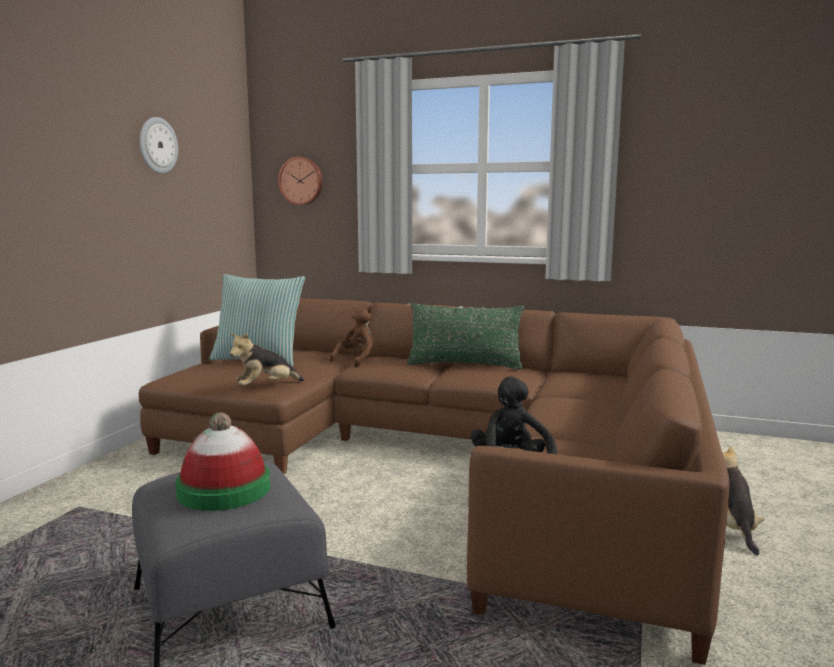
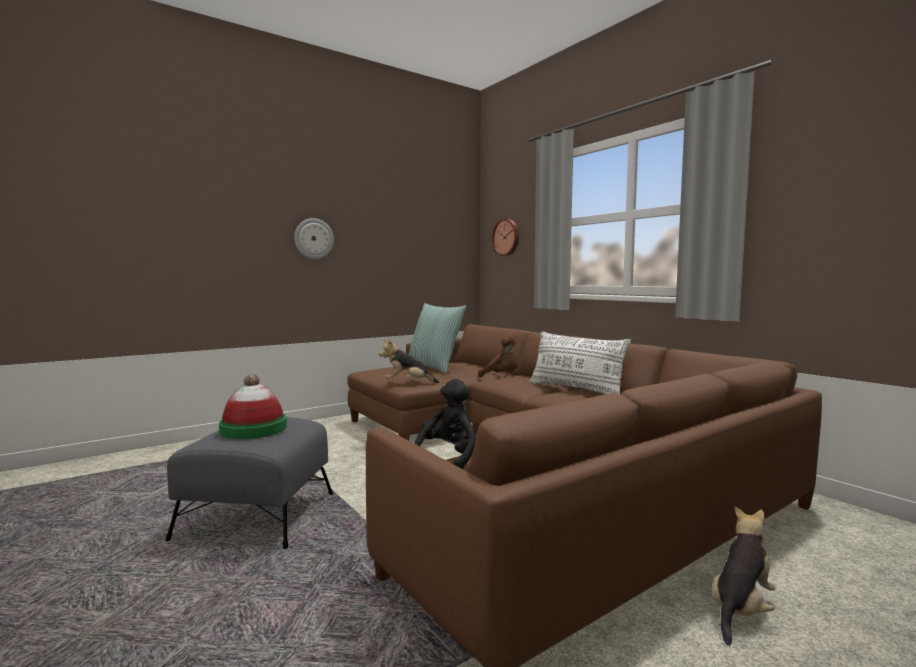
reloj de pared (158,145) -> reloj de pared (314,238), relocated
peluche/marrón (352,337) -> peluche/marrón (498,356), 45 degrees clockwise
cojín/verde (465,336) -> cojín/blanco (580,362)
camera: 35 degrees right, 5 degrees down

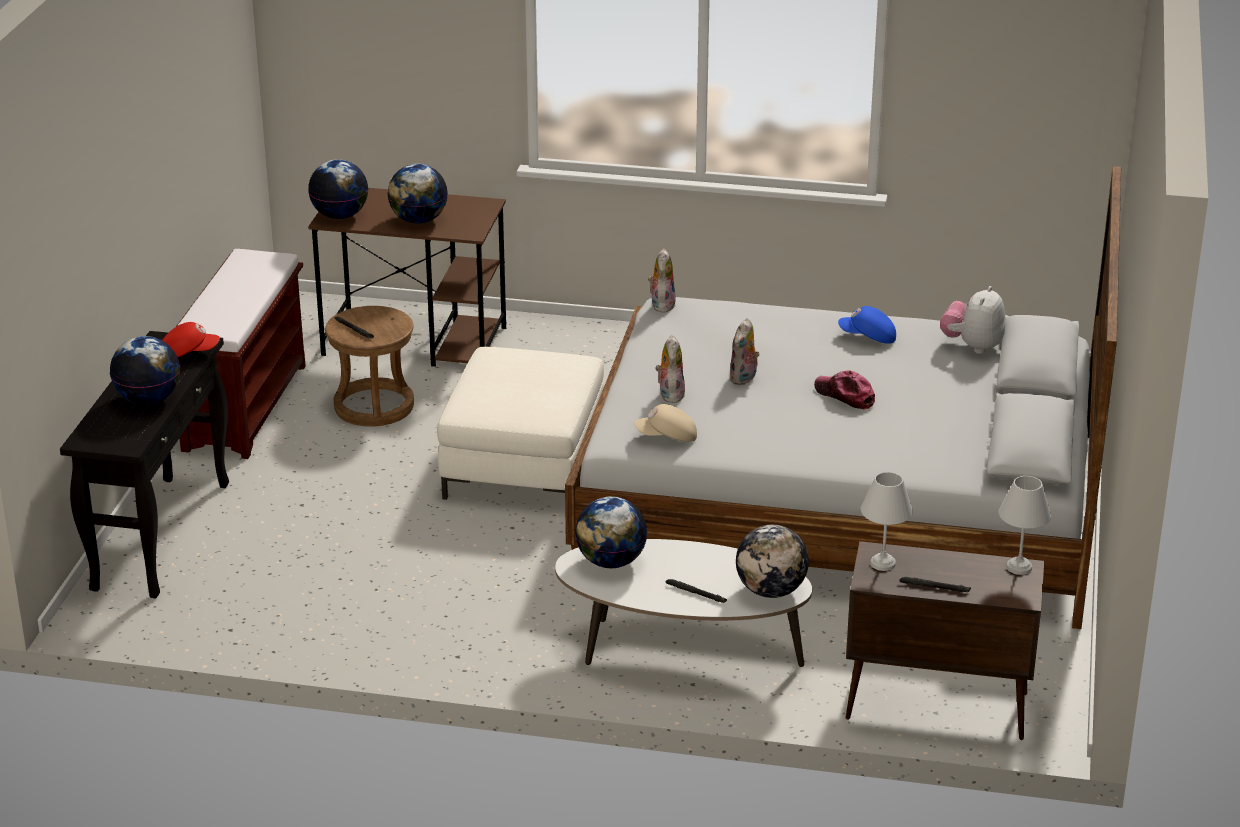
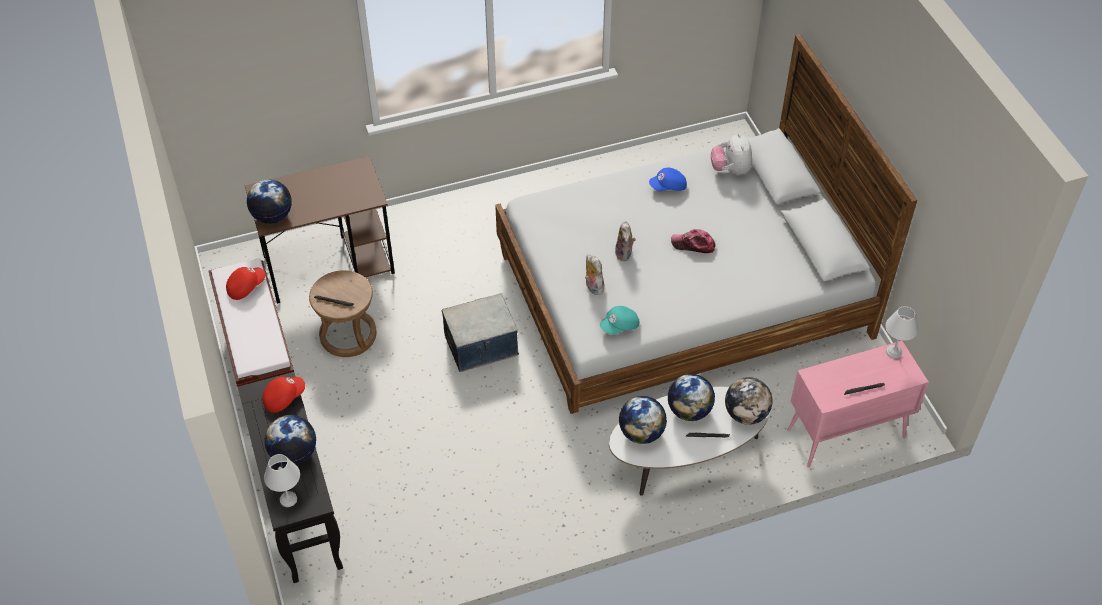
globo terráqueo (417,194) -> globo terráqueo (691,397), relocated
puf/blanco (520,423) -> caja de almacenaje (480,332)
gorra/beis (665,423) -> gorra/turquesa (619,320)
peluche (662,280) -> none
armario/marrón (945,640) -> armario/rosa (858,404)
lámpara de mesa/blanco (887,521) -> lámpara de mesa/blanco (282,480), relocated
none -> gorra/rojo (245,283)
camera: 30 degrees left, 20 degrees up

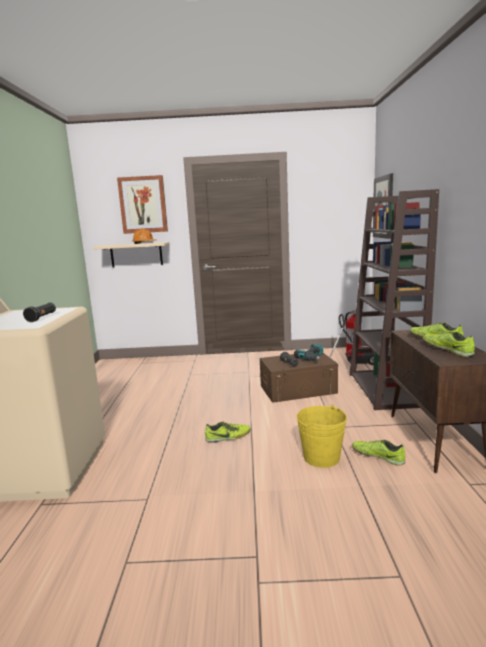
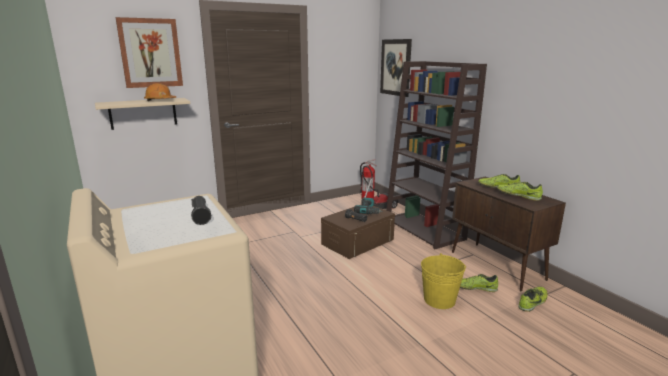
zapato (228,431) -> zapato (533,299), relocated
camera: 30 degrees left, 5 degrees up

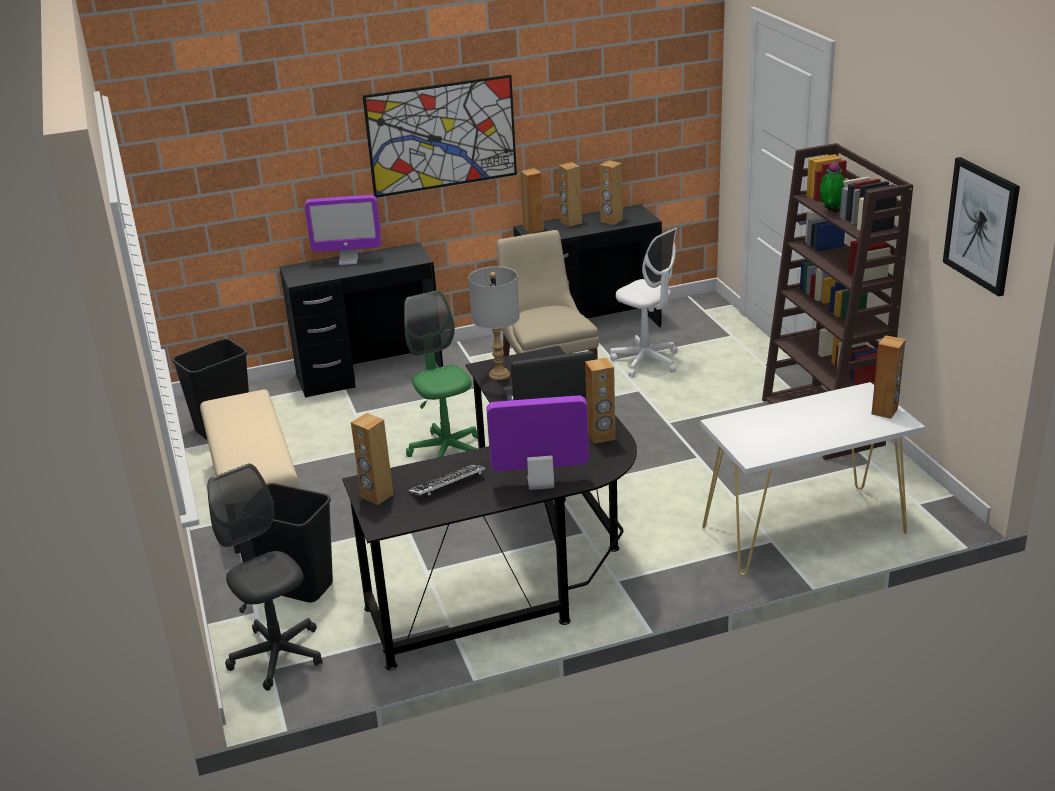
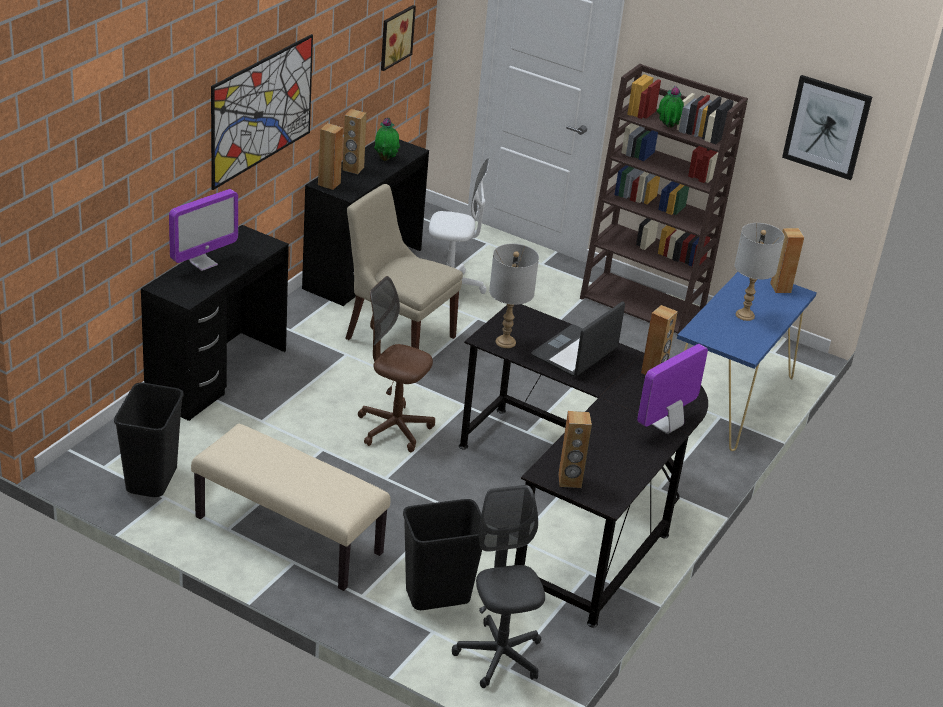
silla de oficina/gris (265,577) -> silla de oficina/gris (498,586), 60 degrees clockwise
silla de oficina/verde (441,373) -> silla de oficina/marrón (396,364)
teclado (447,480) -> none
altavoz/marrón (611,192) -> planta en maceta (387,139)
mesa consola/blanco (812,479) -> mesa consola/azul (747,361)
none -> cuadro (398,38)
none -> lámpara de mesa/gris (760,272)
camera: 45 degrees left, 5 degrees up

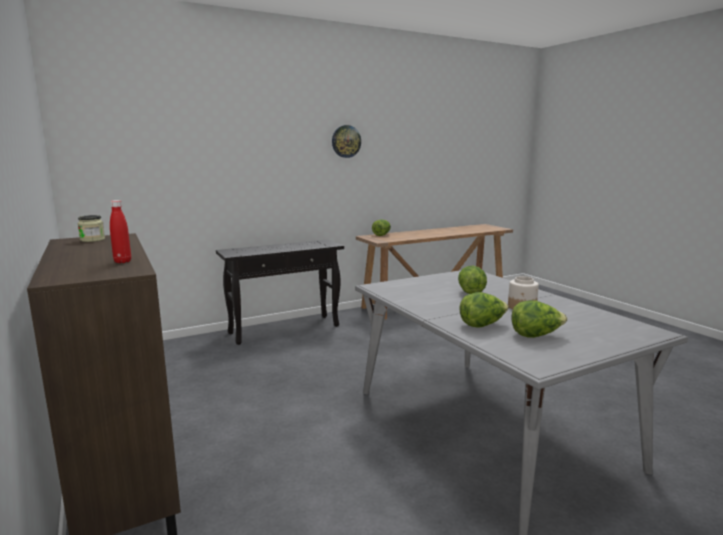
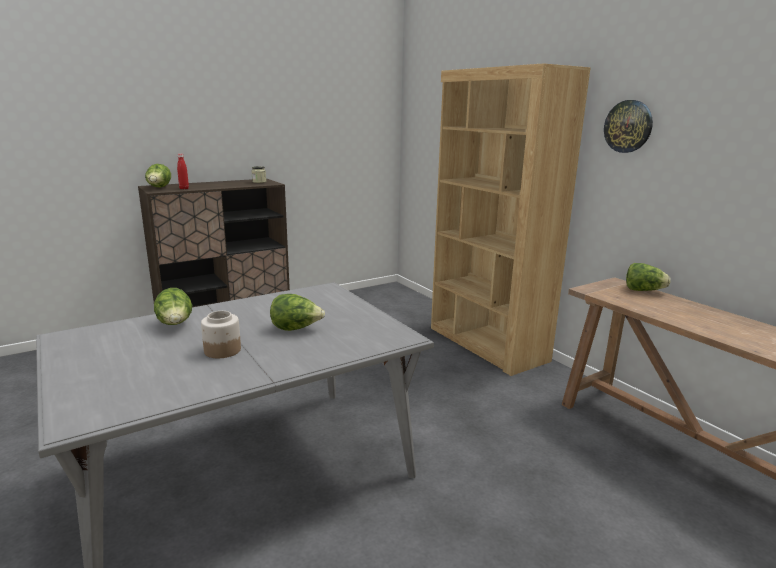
mesa consola/negro (280,292) -> estantería/marrón (511,219)
lechuga (539,319) -> lechuga (158,176), relocated
camera: 85 degrees right, 5 degrees up

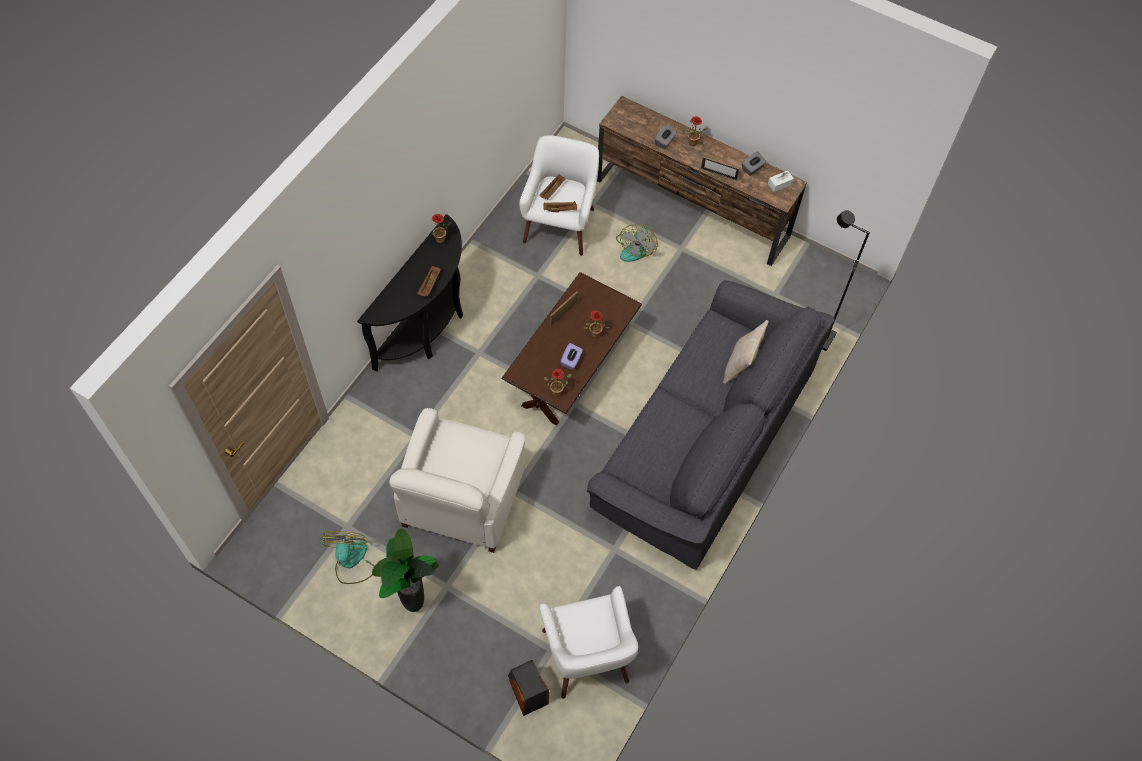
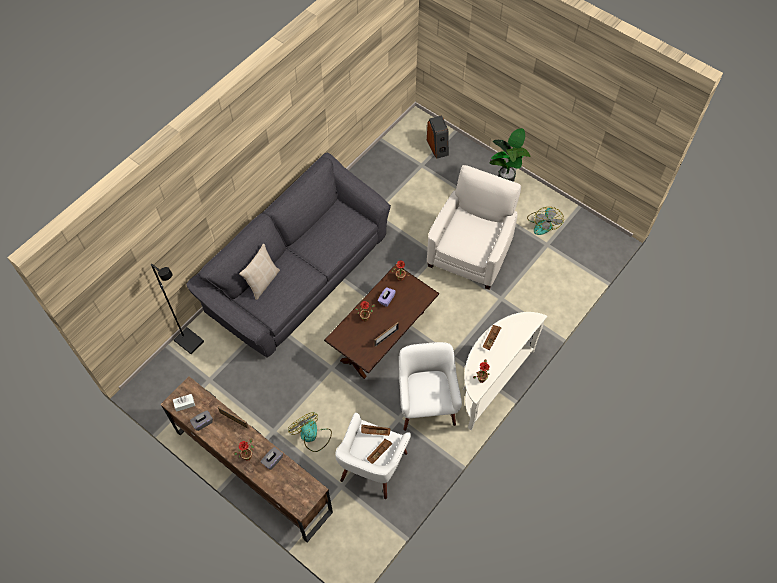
mesa consola/negro (410,293) -> mesa consola/blanco (505,371)
sillón/blanco (588,642) -> sillón/blanco (430,386), relocated
ventilador (637,243) -> ventilador (310,432), 60 degrees counterclockwise
camera: 170 degrees left, 0 degrees up

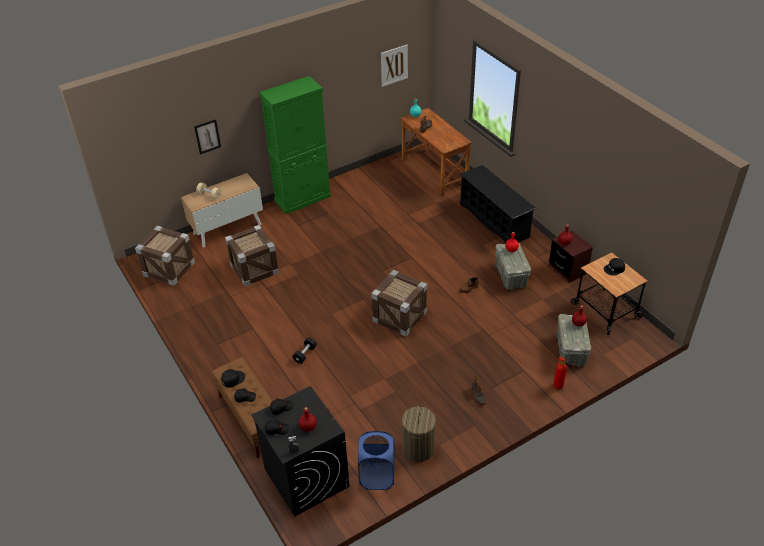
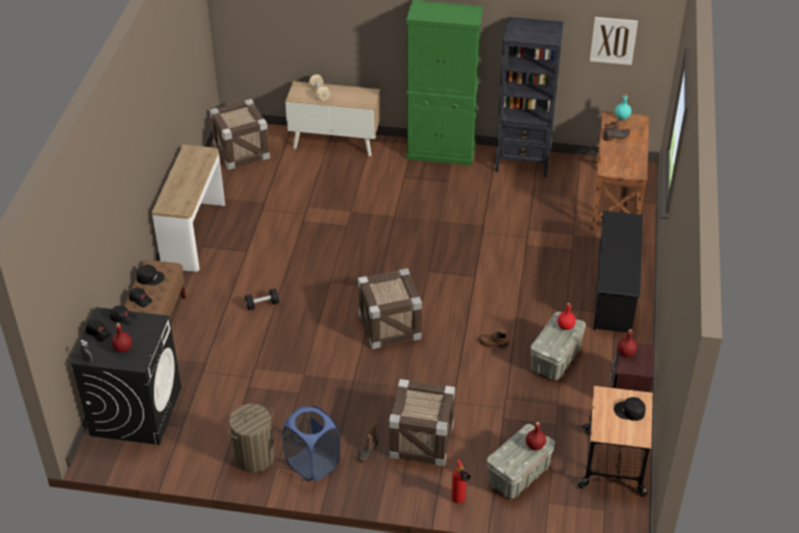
cuadro (207,136) -> none
caja de embalaje (252,256) -> caja de embalaje (422,422), relocated
cesto de la ropa/azul (376,460) -> cesto de la ropa/azul (311,443), relocated
none -> mesa consola (188,208)
none -> estantería/negro (529,97)
camera: 40 degrees right, 0 degrees up

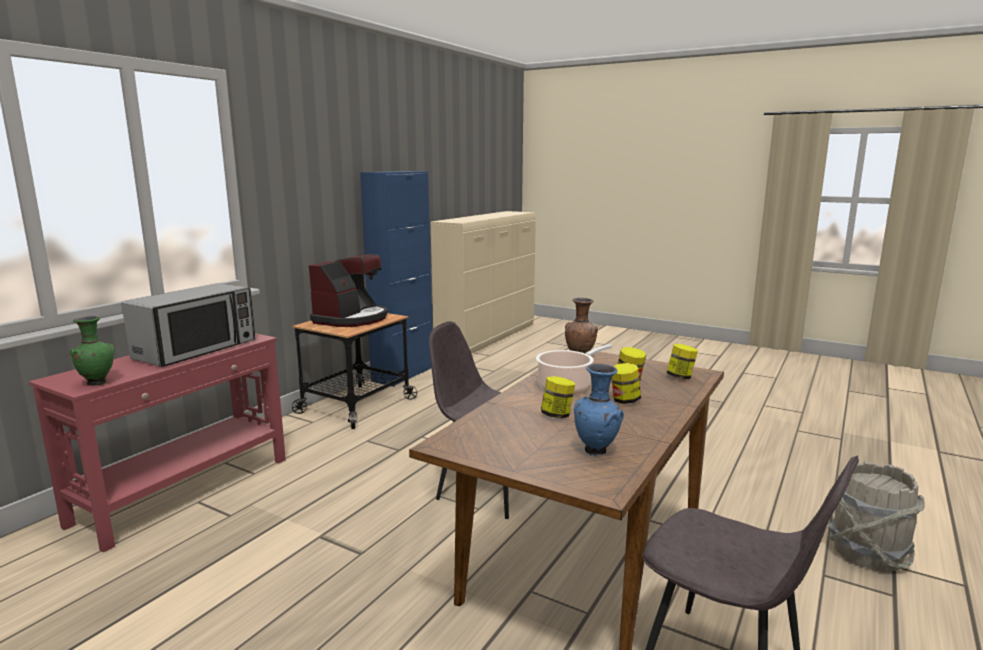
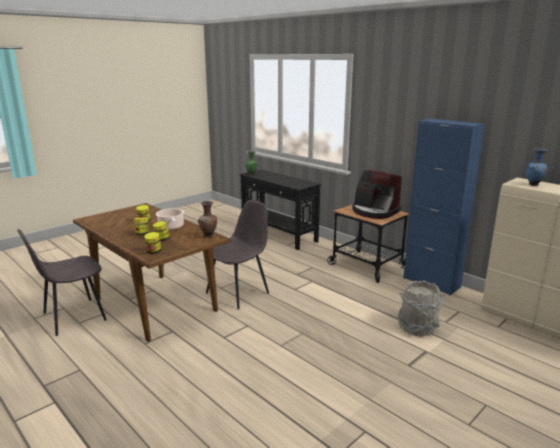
mesa consola/rojo (157,442) -> mesa consola/negro (280,209)
microondas (188,325) -> none
florero/azul (599,410) -> florero/azul (536,167), relocated
cubo/gris (876,516) -> cubo/gris (420,309), relocated
camera: 105 degrees right, 5 degrees up

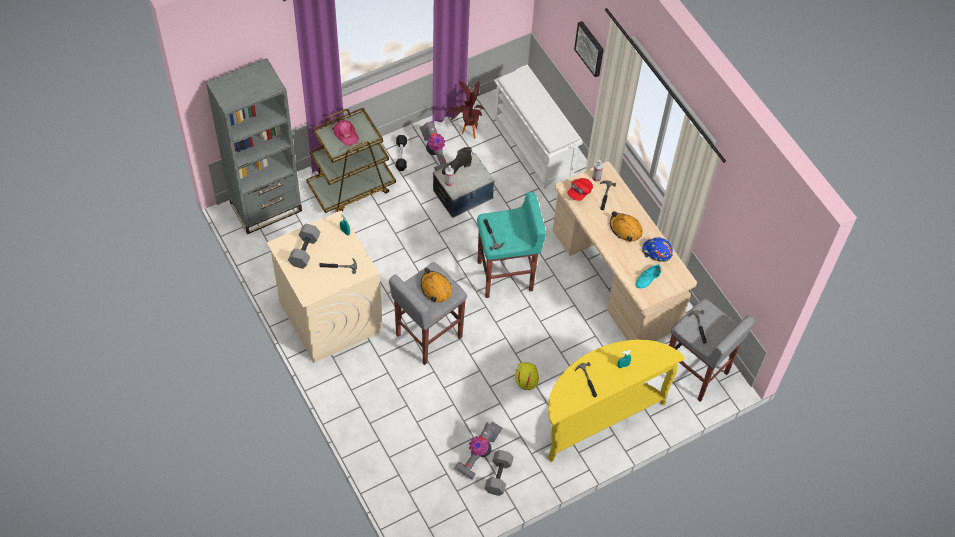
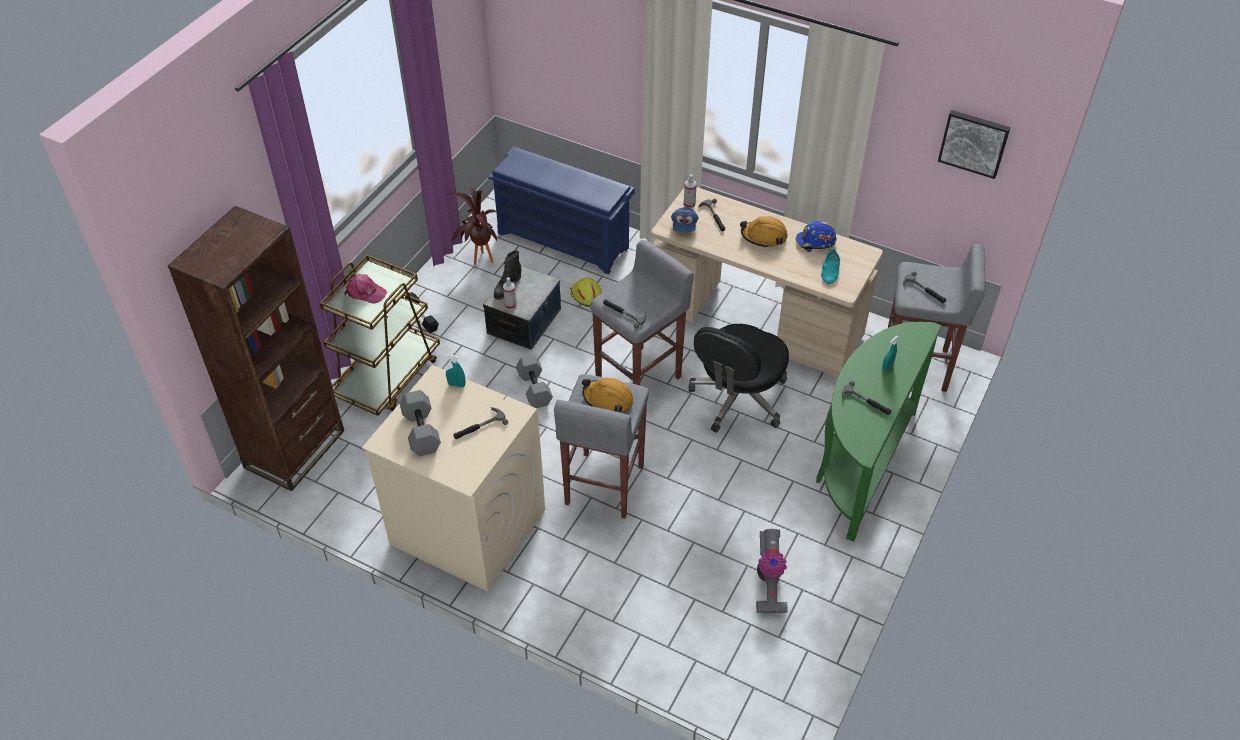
estantería/gris (254,146) -> estantería/marrón (256,348)
aspiradora (436,146) -> none
taburete/turquesa (511,245) -> taburete/gris (642,313)
mancuerna/gris (499,473) -> mancuerna/gris (534,381), relocated
zapatero/blanco (538,127) -> zapatero/azul (561,210)
casco/amarillo (527,376) -> casco/amarillo (586,292), relocated
mesa consola/amarillo (616,401) -> mesa consola/verde (879,432)
gorra/rojo (580,189) -> gorra/azul (685,219)
cuadro (589,49) -> cuadro (974,144), relocated
none -> silla de oficina/negro (738,378)
camera: 30 degrees left, 10 degrees down

